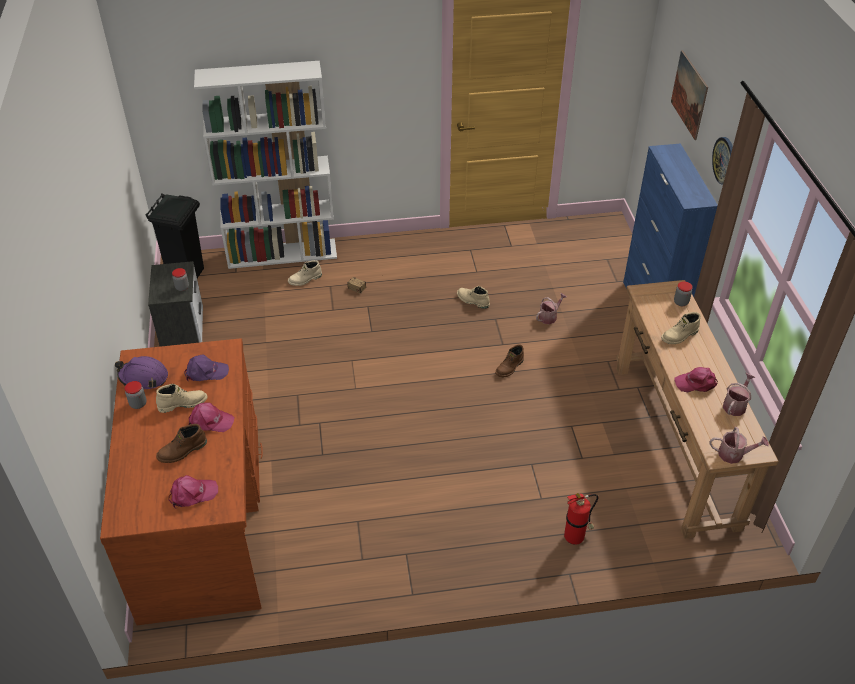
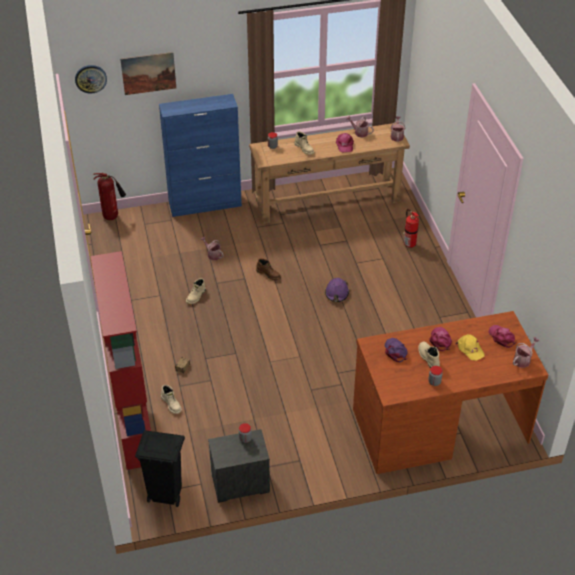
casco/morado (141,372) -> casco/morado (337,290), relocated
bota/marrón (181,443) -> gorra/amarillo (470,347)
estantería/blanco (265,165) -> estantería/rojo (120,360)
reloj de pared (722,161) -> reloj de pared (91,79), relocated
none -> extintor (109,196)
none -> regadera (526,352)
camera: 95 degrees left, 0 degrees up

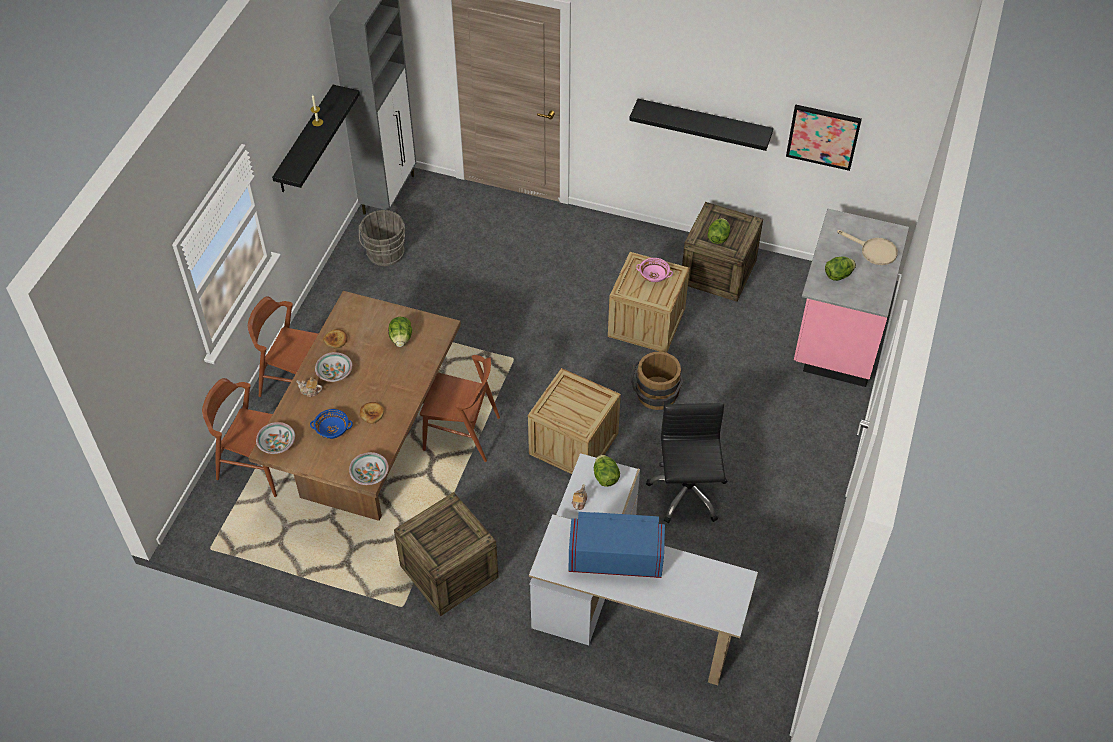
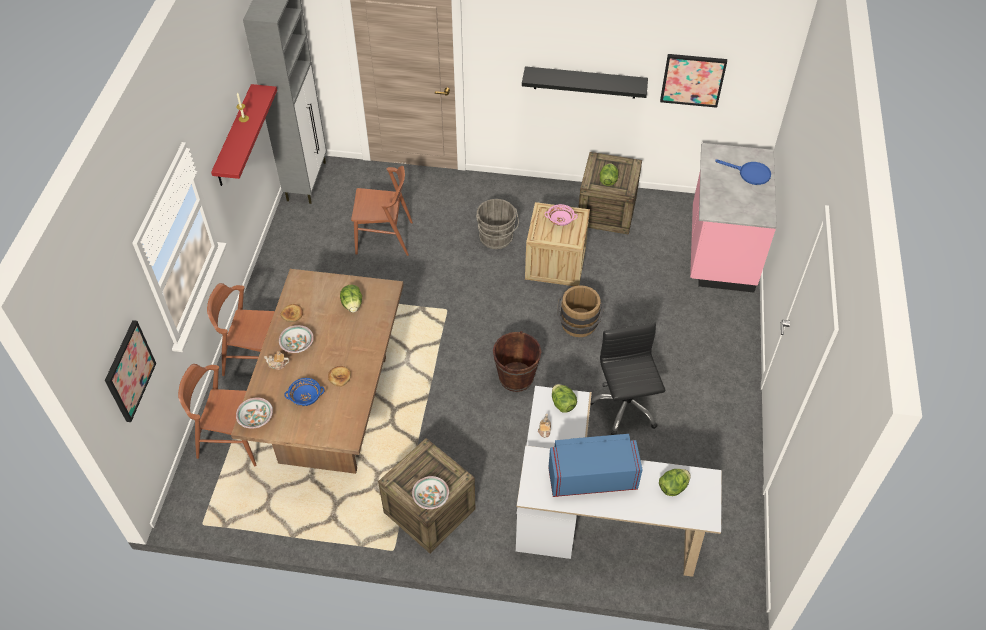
estante/negro (316,138) -> estante/rojo (244,135)
cuenco (369,468) -> cuenco (430,492), relocated
cubo/gris (382,238) -> cubo/gris (497,224), relocated
silla/marrón (460,408) -> silla/marrón (382,211), relocated
caja de embalaje (574,421) -> cubo/marrón (517,361)
lechuga (840,268) -> lechuga (675,482), relocated
sartén/beis (867,247) -> sartén/azul (743,172)
none -> cuadro (130,371)
camera: 10 degrees left, 0 degrees up

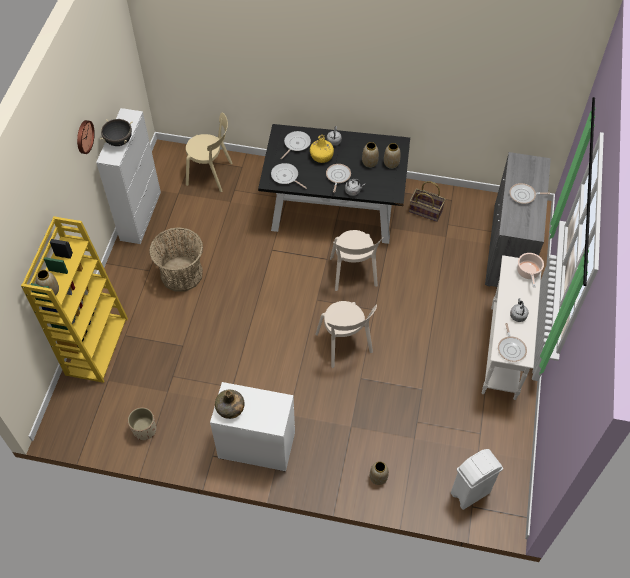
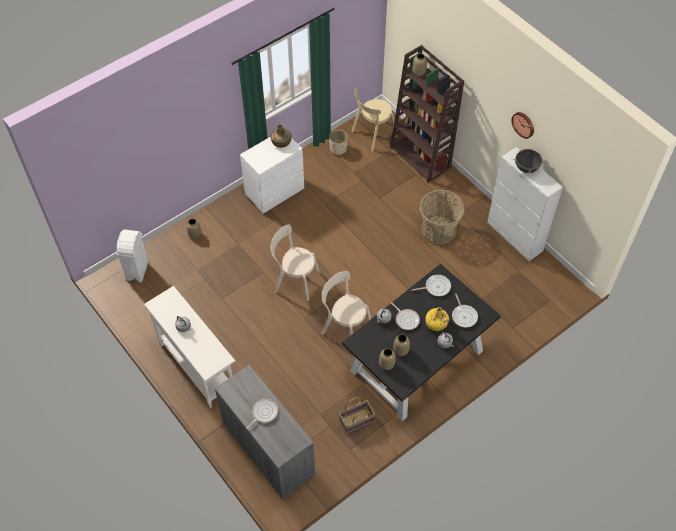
estantería/amarillo (74,299) -> estantería/marrón (427,114)
silla/beis (209,152) -> silla/beis (374,119), relocated
sartén (512,342) -> none
olla (530,270) -> none
camera: 130 degrees right, 0 degrees up

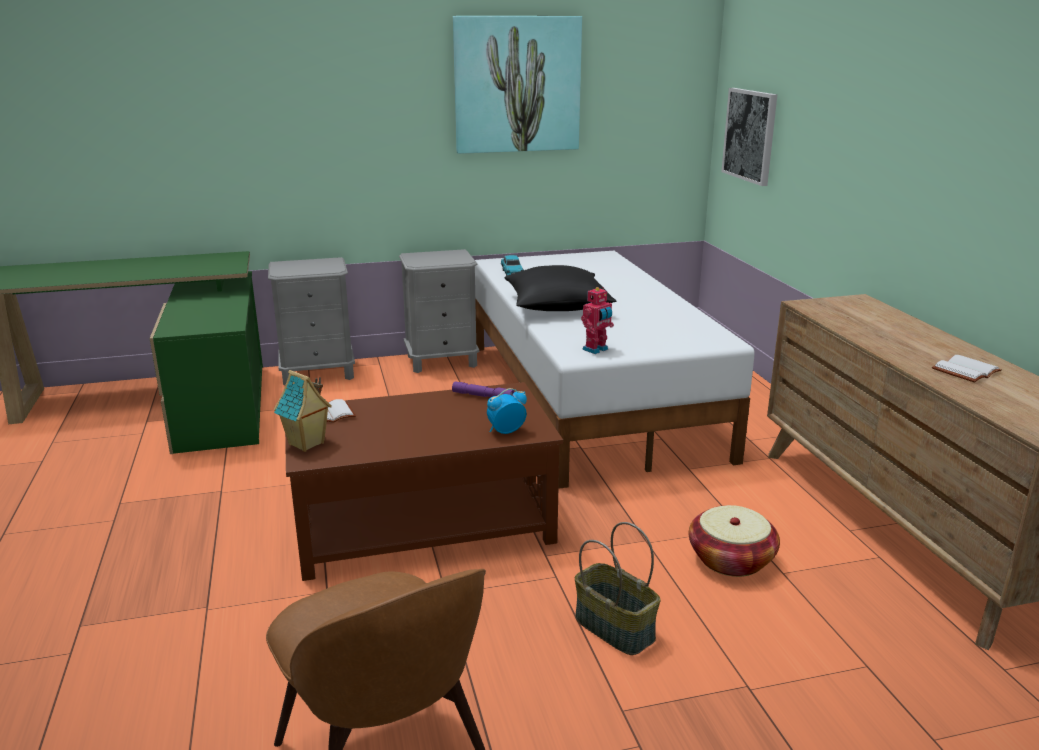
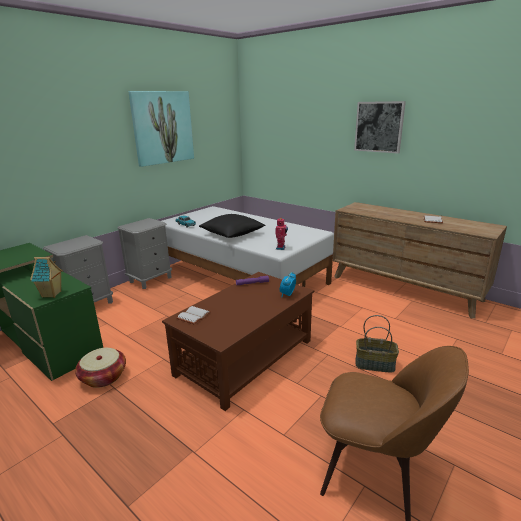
casita (303,411) -> casita (46,277), relocated
cesta (734,541) -> cesta (100,368), relocated
cuadro (749,137) -> cuadro (380,127), relocated
camera: 35 degrees left, 0 degrees up

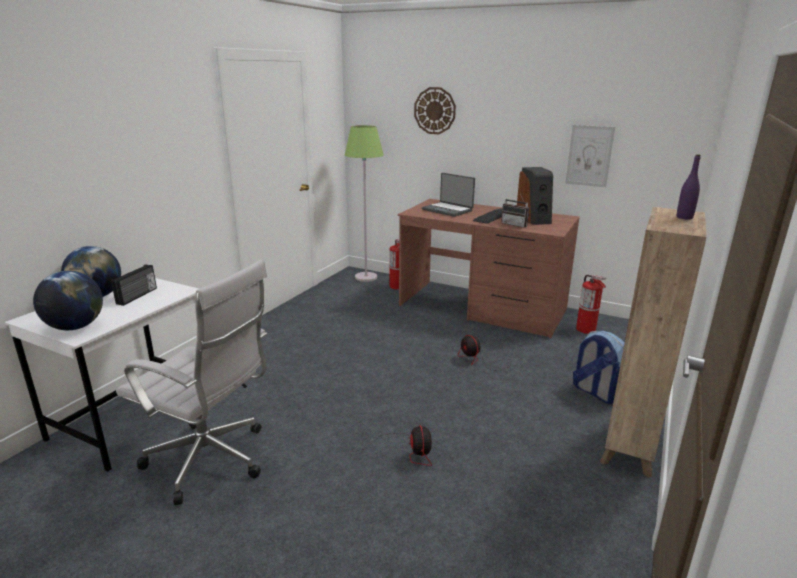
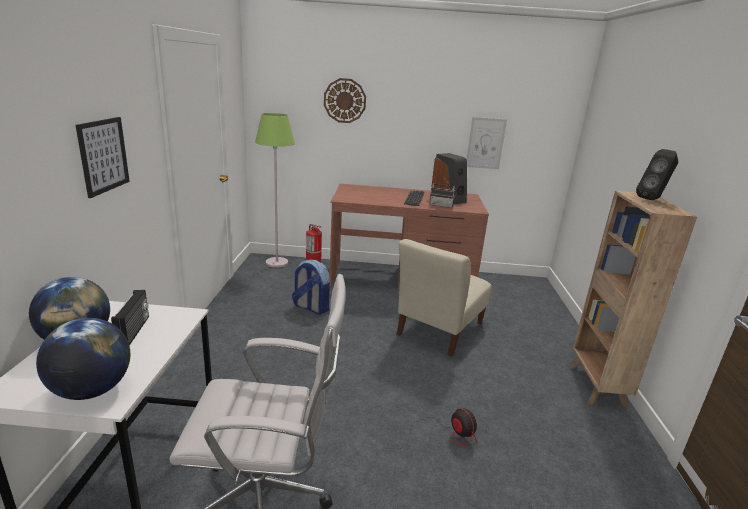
portátil (448,195) -> none
ventilador (487,353) -> silla/beis (444,298)
mochila (599,367) -> mochila (311,286), relocated
extintor (591,304) -> none
botella/morado (689,186) -> altavoz/negro (657,174)
none -> cuadro (103,157)
camera: 25 degrees left, 0 degrees up

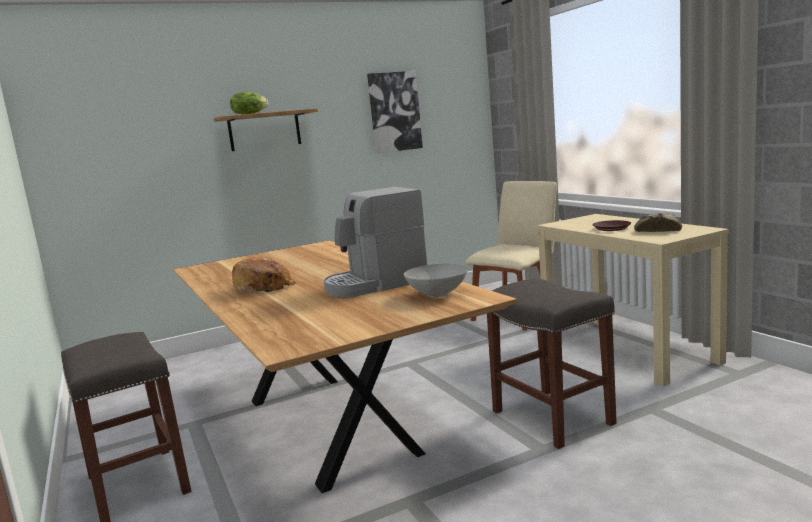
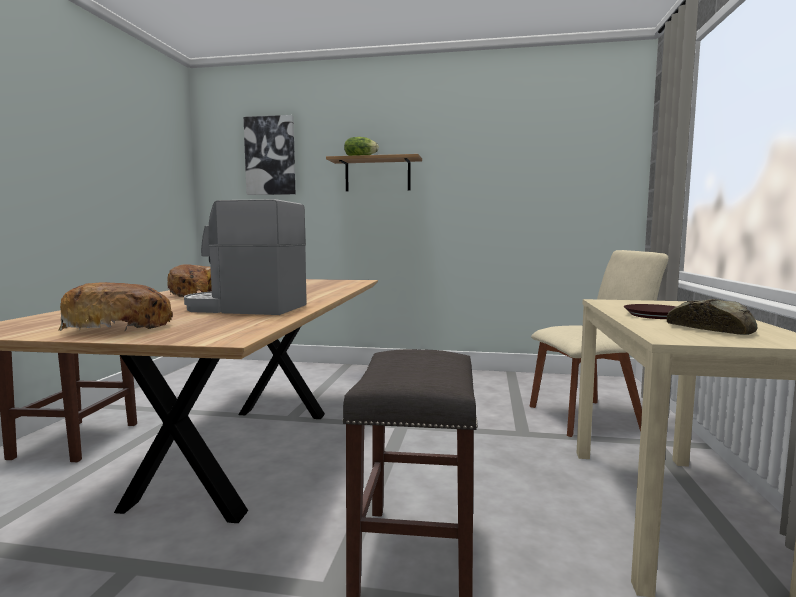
cuadro (395,112) -> cuadro (269,155), relocated
cuenco/gris (436,280) -> none
none -> pan (116,307)
camera: 35 degrees right, 5 degrees down

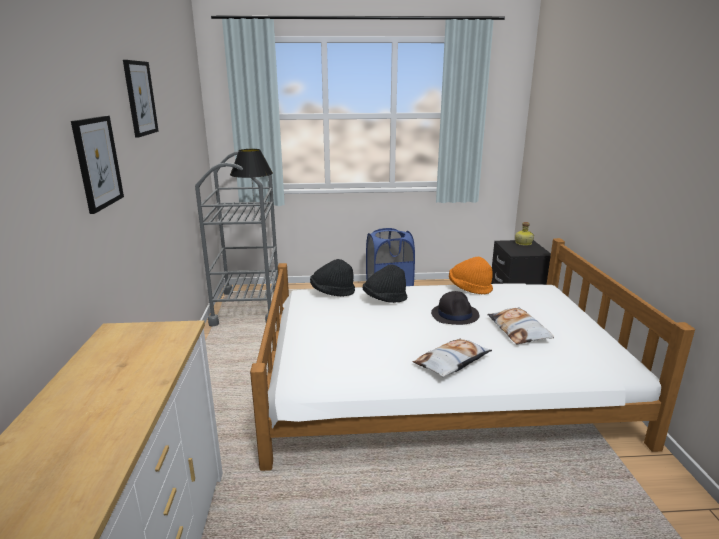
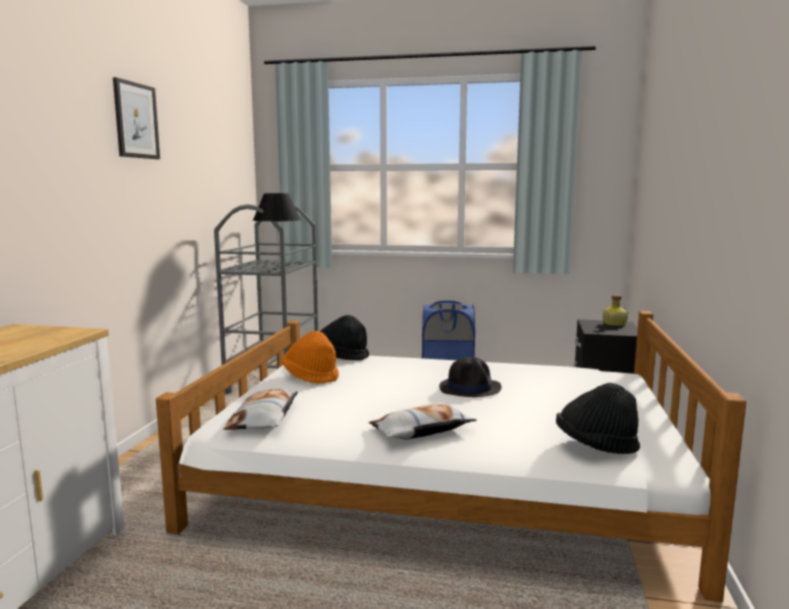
cuadro (97,165) -> none
sombrero/negro (385,283) -> sombrero/negro (598,418), relocated
sombrero/naranja (471,276) -> sombrero/naranja (311,357), relocated
cojín (520,325) -> cojín (261,409), relocated
camera: 15 degrees right, 10 degrees down

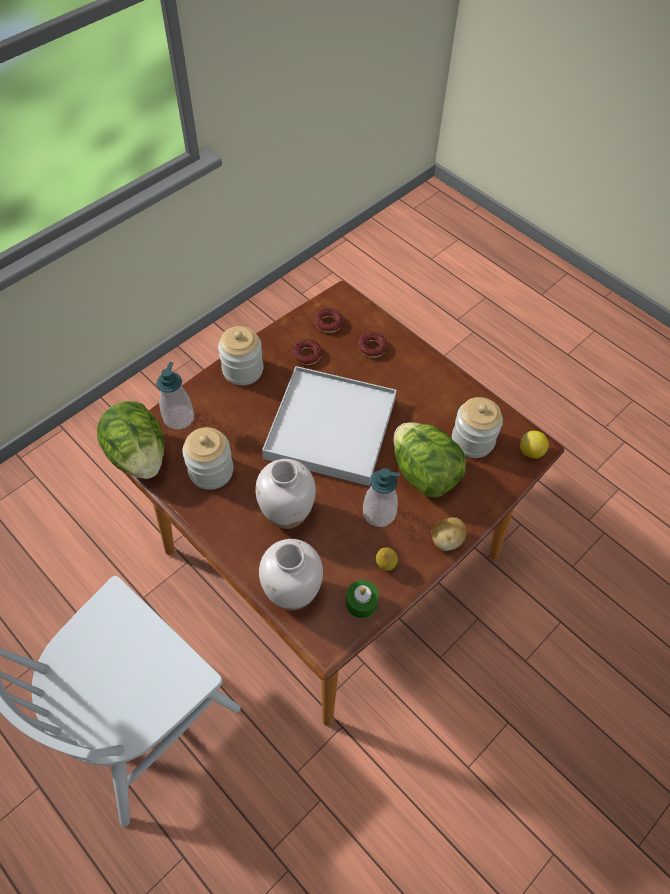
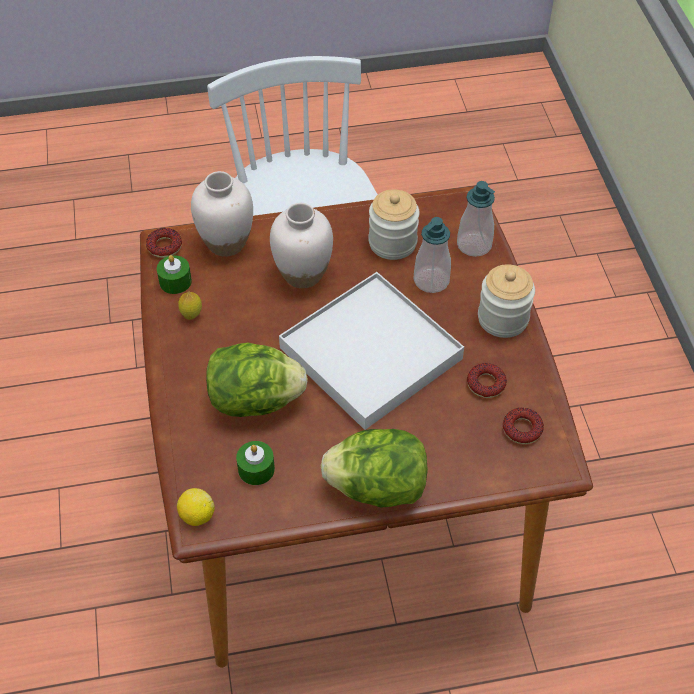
lechuga (130,440) -> lechuga (374,468), relocated
rosquilla (373,345) -> rosquilla (164,243), relocated
dispensador de jabón (381,497) -> dispensador de jabón (432,255), relocated
patata (449,534) -> none
tarro (477,427) -> vela/verde (255,463)
camera: 125 degrees right, 5 degrees down

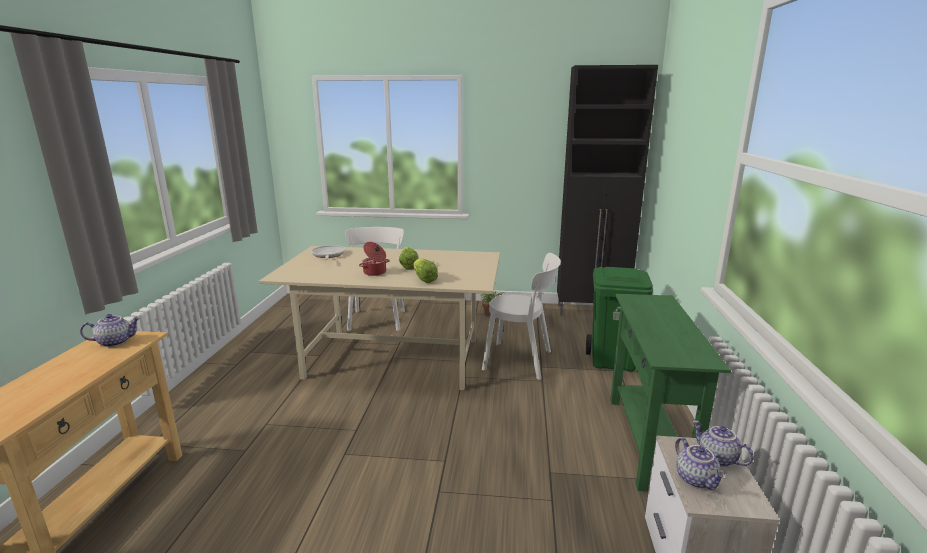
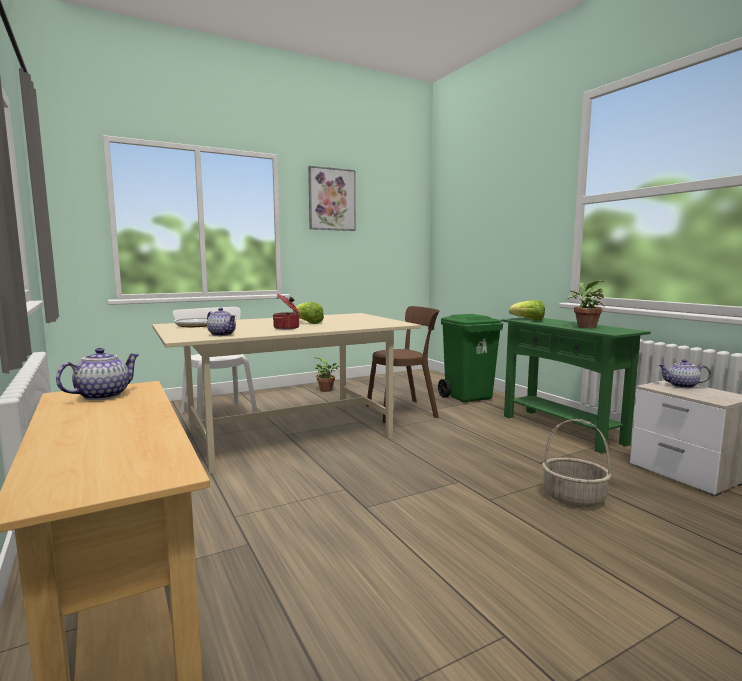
lechuga (425,270) -> lechuga (527,310), relocated
silla/blanco (521,316) -> silla/marrón (403,364)
armario/negro (607,190) -> none
tetera (700,463) -> tetera (221,322), relocated
none -> cuadro (332,198)
none -> cesta (576,463)
none -> planta en maceta (586,304)
camera: 35 degrees left, 10 degrees down

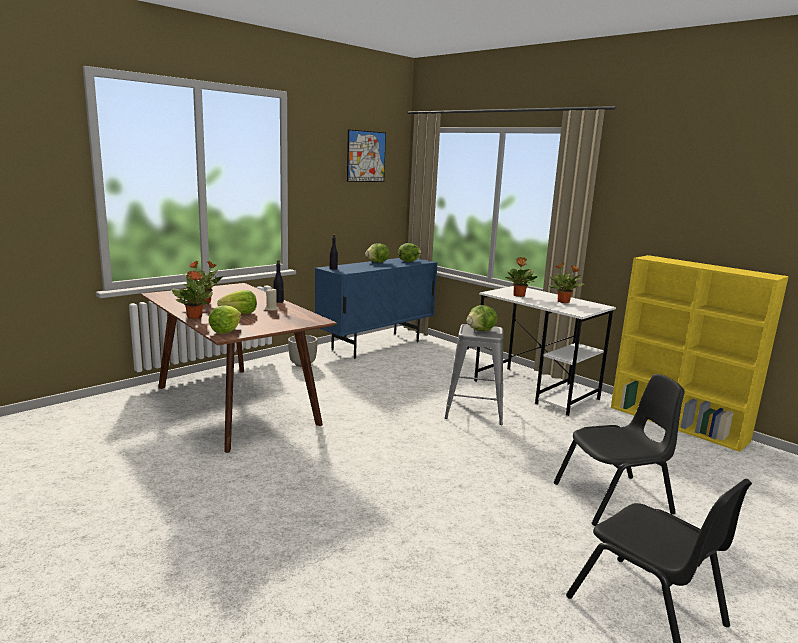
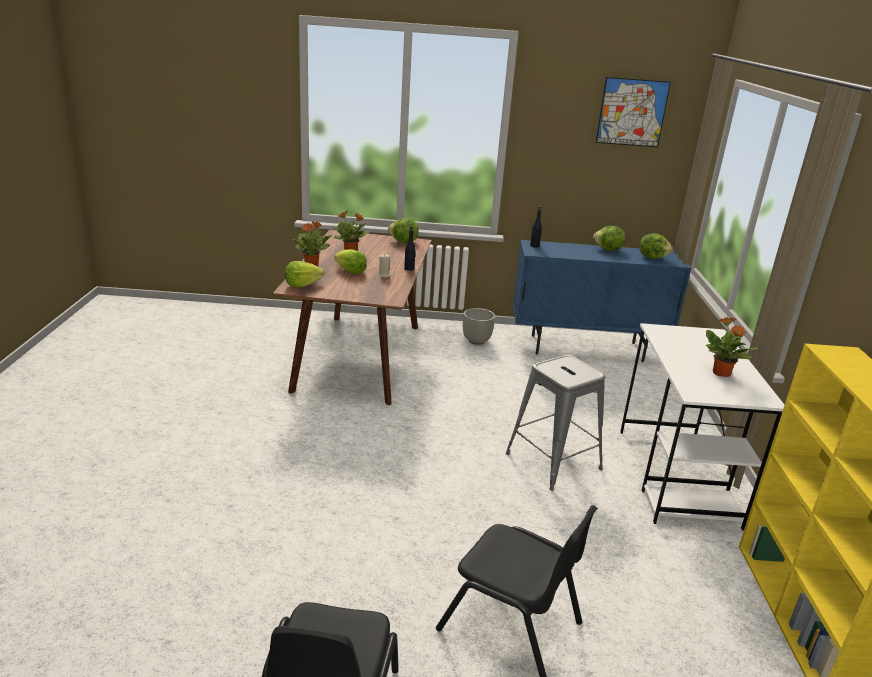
lechuga (481,318) -> lechuga (403,230), relocated
planta en maceta (521,277) -> none
camera: 45 degrees right, 10 degrees up

